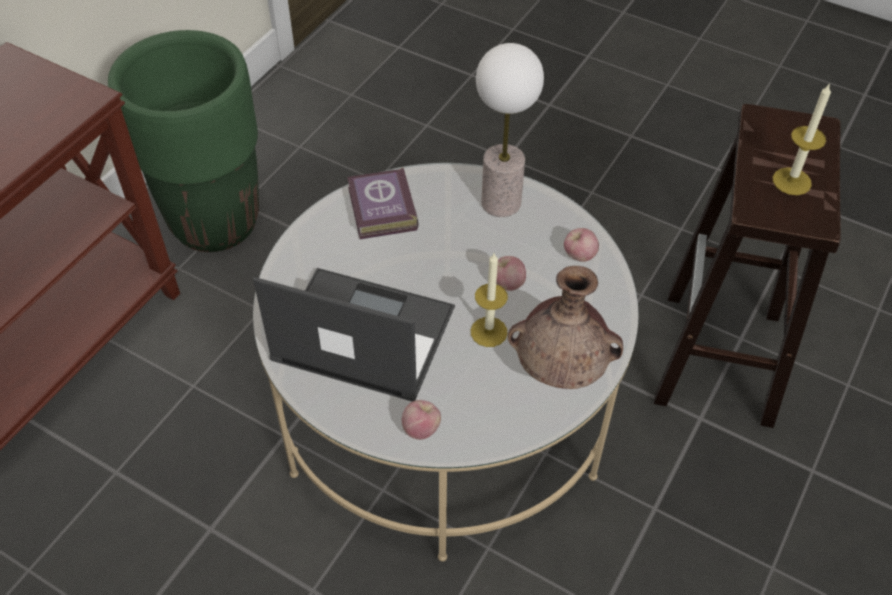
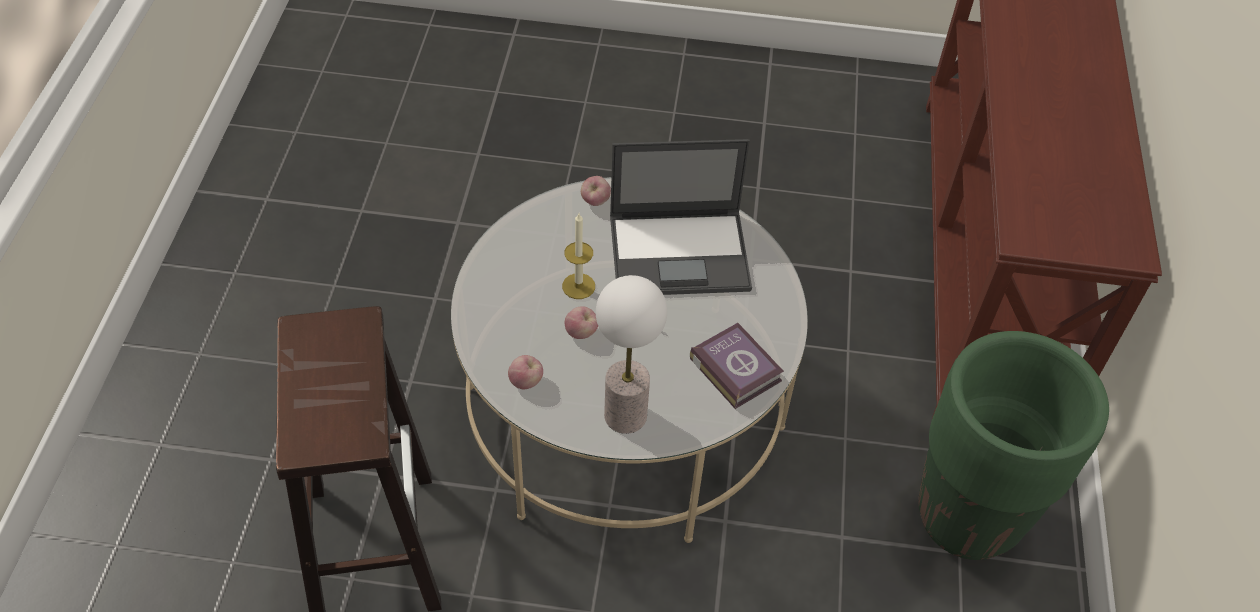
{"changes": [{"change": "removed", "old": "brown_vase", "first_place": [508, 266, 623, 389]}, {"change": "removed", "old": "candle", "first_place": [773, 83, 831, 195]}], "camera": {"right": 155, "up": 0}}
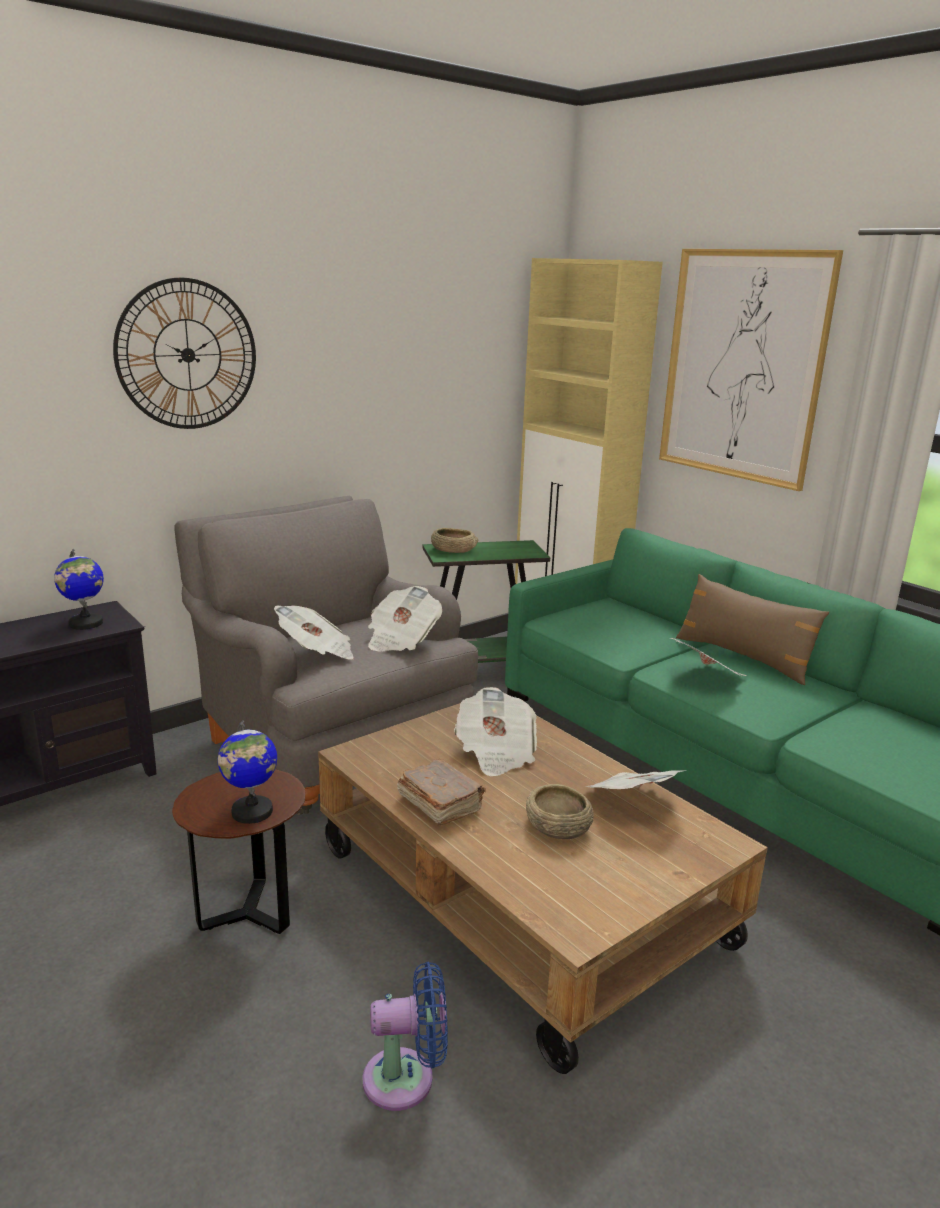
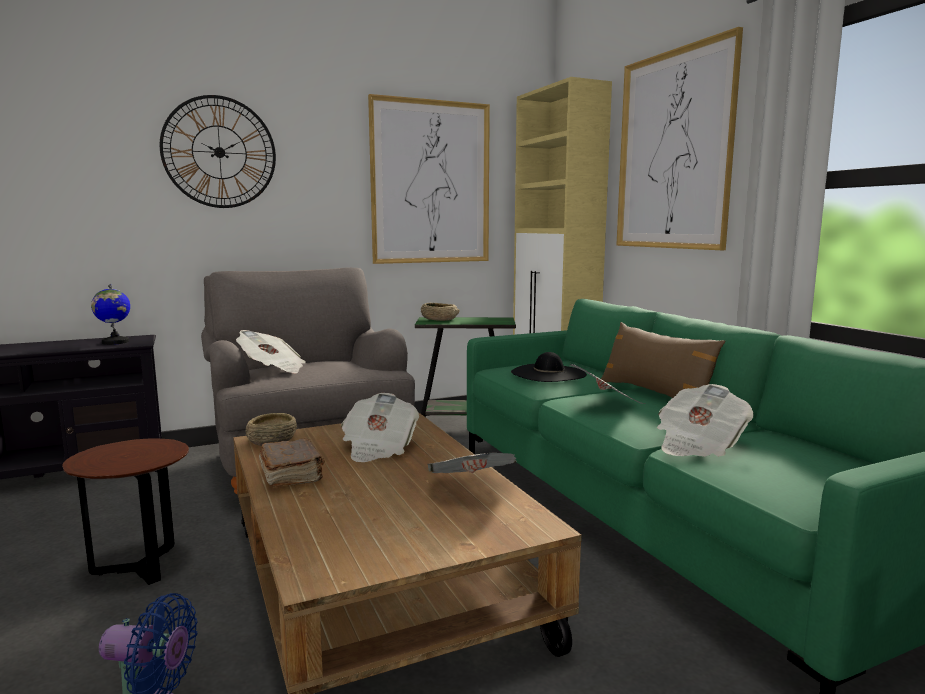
{"changes": [{"change": "moved", "old": "beige_bowl", "first_place": [526, 784, 594, 839], "second_place": [245, 413, 297, 446]}, {"change": "added", "new": "picture", "second_place": [368, 94, 490, 264]}, {"change": "added", "new": "black_hat", "second_place": [511, 352, 587, 382]}, {"change": "moved", "old": "newspaper", "first_place": [368, 586, 442, 651], "second_place": [657, 384, 754, 457]}, {"change": "removed", "old": "globe", "first_place": [218, 720, 277, 824]}], "camera": {"right": 15, "up": -10}}
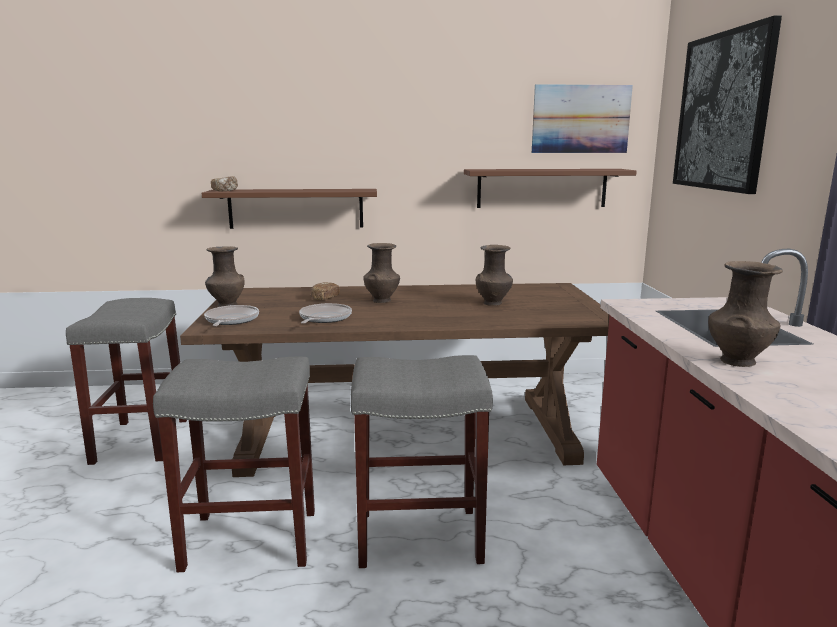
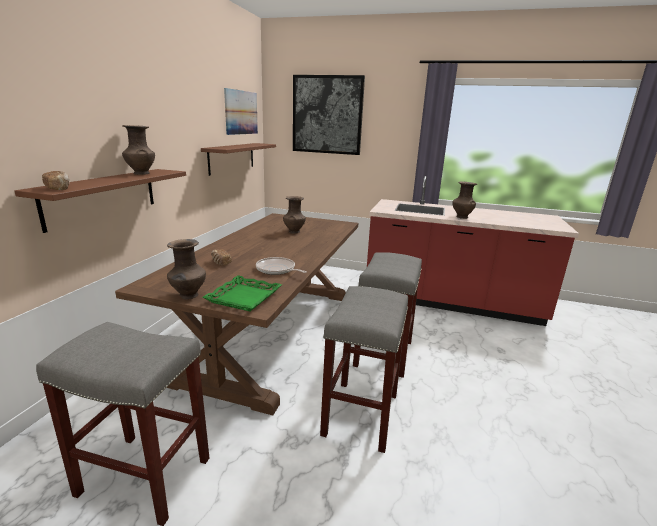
{"changes": [{"change": "moved", "old": "brown_vase", "first_place": [364, 243, 400, 303], "second_place": [122, 125, 155, 175]}, {"change": "replaced", "old": "frying_pan", "new": "green_tray", "first_place": [204, 305, 259, 326], "second_place": [202, 275, 282, 311]}], "camera": {"right": -70, "up": 5}}
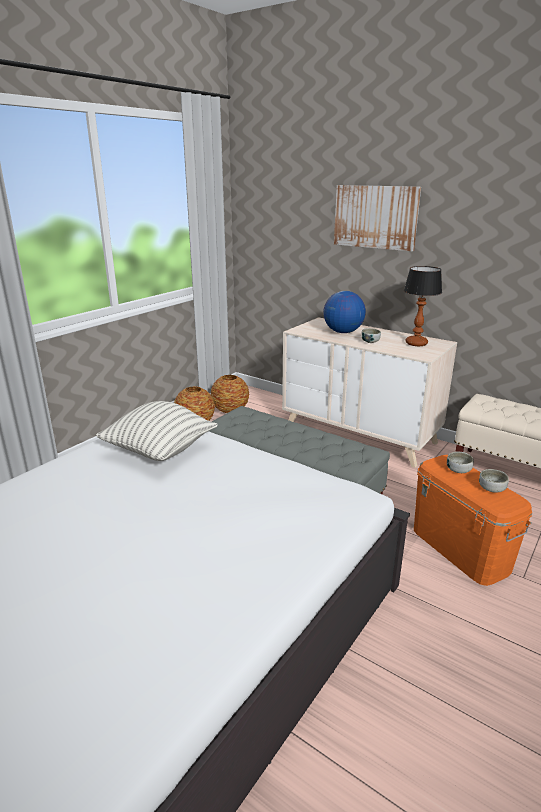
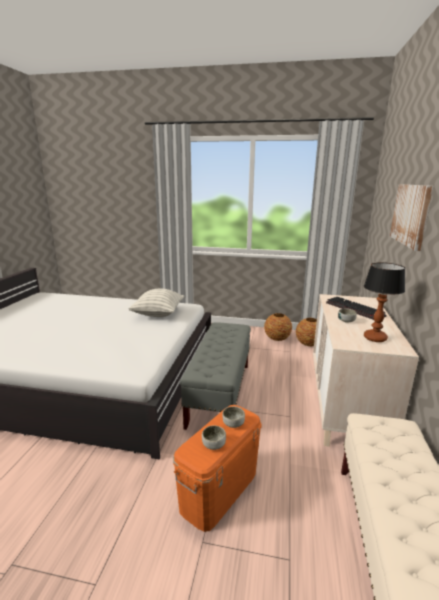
{"changes": [{"change": "replaced", "old": "globe", "new": "keyboard", "first_place": [323, 291, 366, 333], "second_place": [326, 297, 386, 320]}], "camera": {"right": 65, "up": -5}}
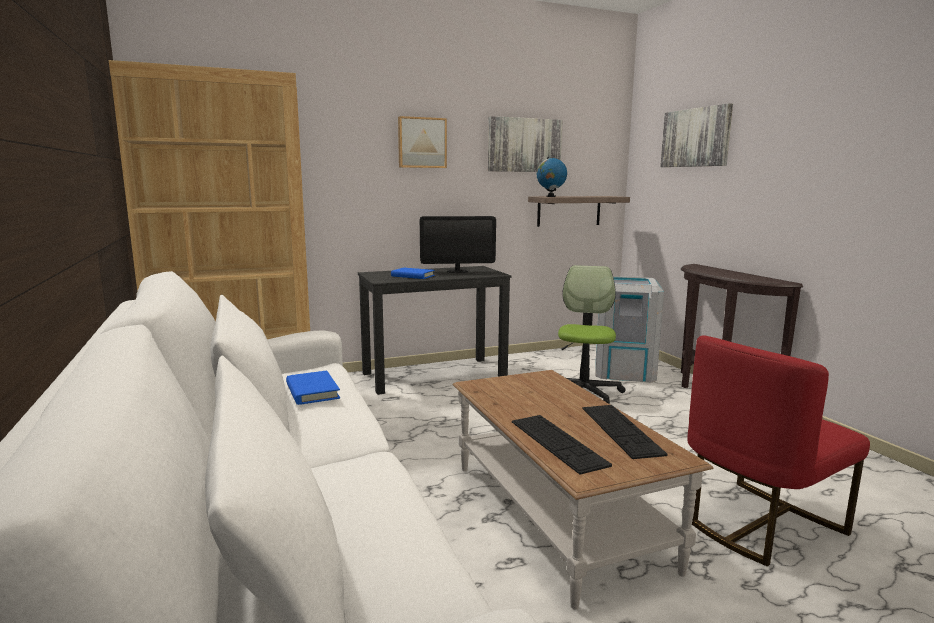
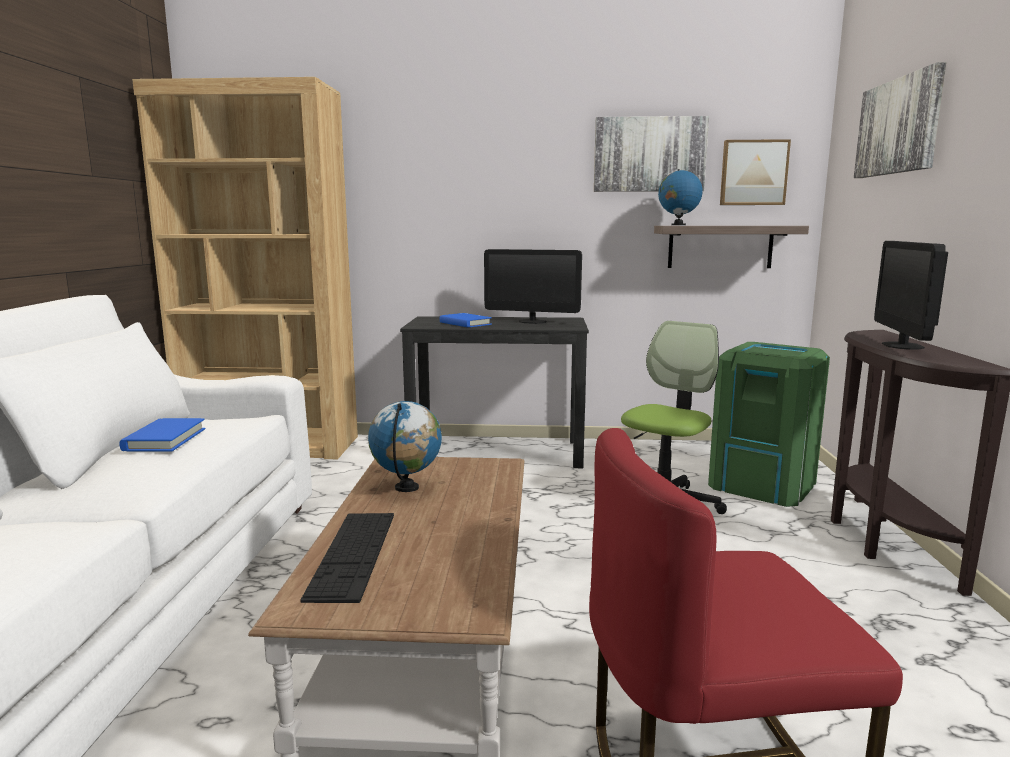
{"changes": [{"change": "added", "new": "globe", "second_place": [368, 401, 442, 492]}, {"change": "recoloured", "old": "grey_trash_can", "new": "green_trash_can", "first_place": [595, 276, 664, 382], "second_place": [708, 342, 830, 507]}, {"change": "moved", "old": "picture", "first_place": [398, 116, 447, 168], "second_place": [720, 139, 791, 205]}, {"change": "added", "new": "monitor", "second_place": [874, 241, 948, 350]}, {"change": "removed", "old": "keyboard", "first_place": [583, 405, 667, 459]}], "camera": {"right": 25, "up": 0}}
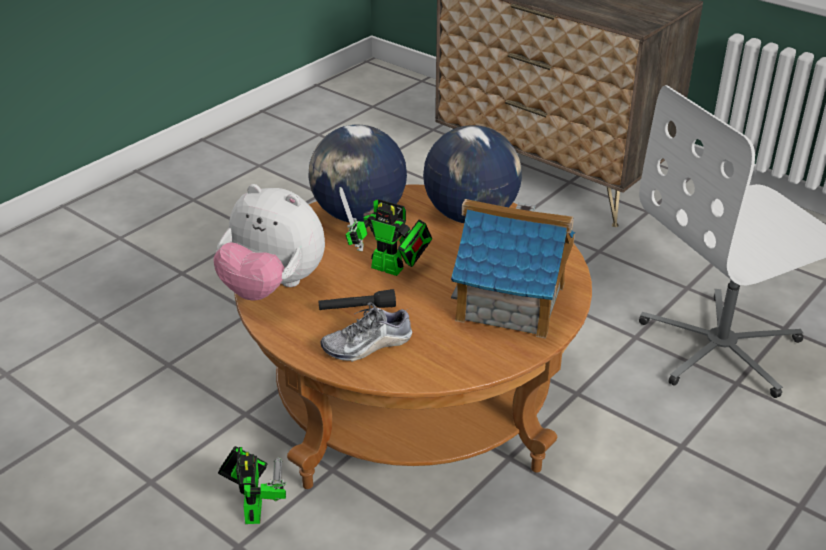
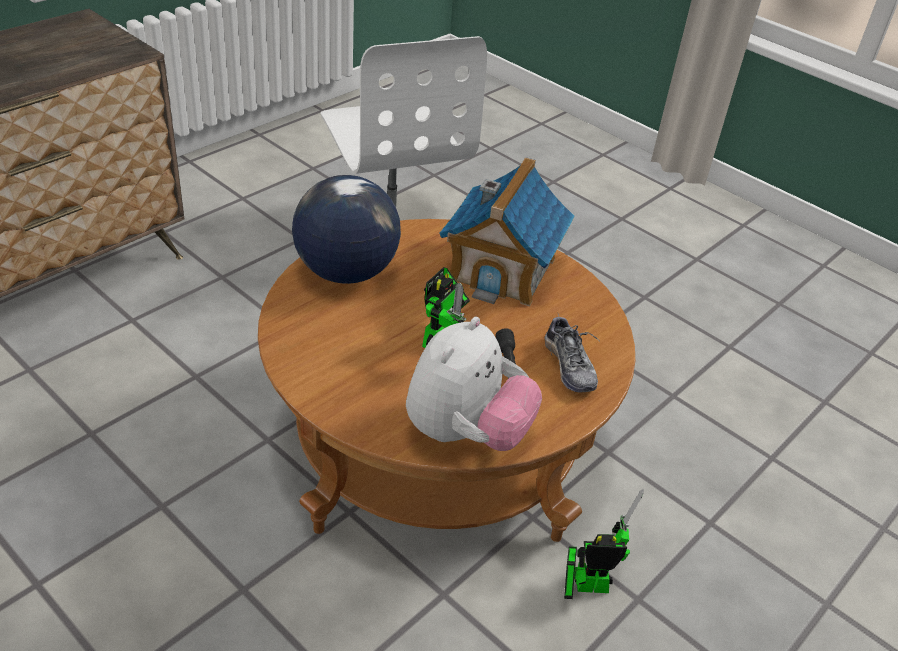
{"changes": [{"change": "removed", "old": "globe", "first_place": [308, 125, 407, 223]}], "camera": {"right": -90, "up": 5}}
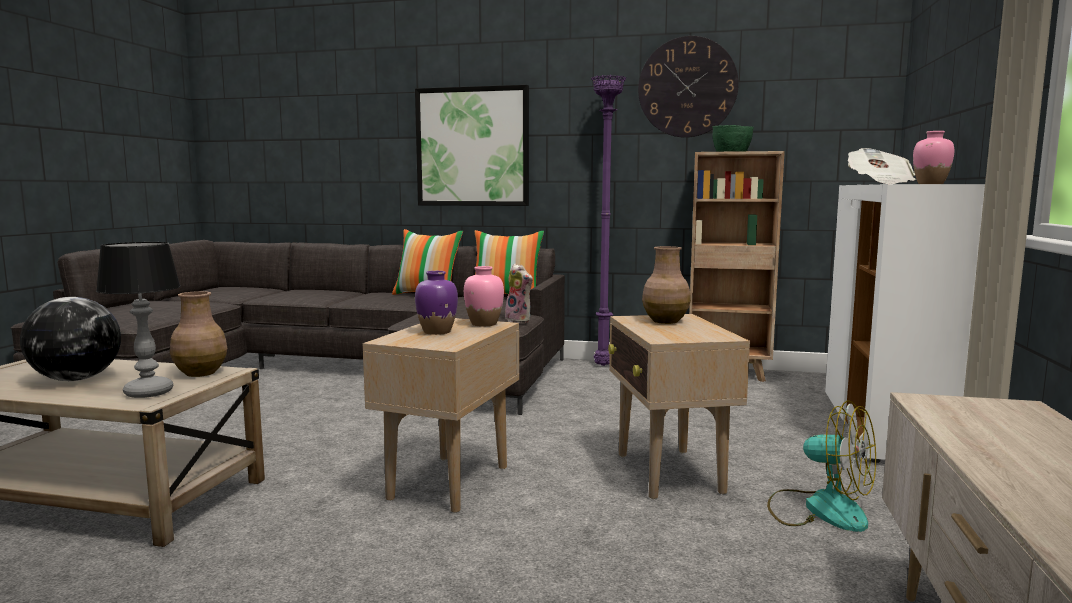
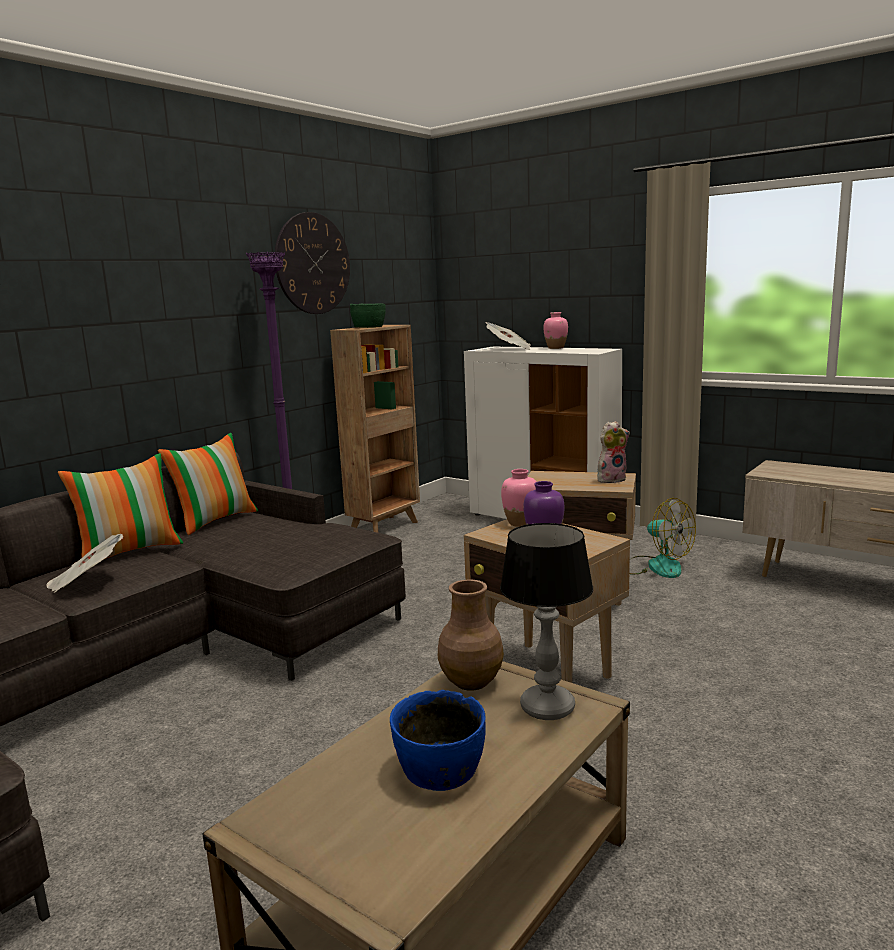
{"changes": [{"change": "added", "new": "newspaper", "second_place": [46, 534, 123, 593]}, {"change": "replaced", "old": "globe", "new": "blue_bowl", "first_place": [20, 297, 121, 381], "second_place": [390, 690, 486, 791]}, {"change": "moved", "old": "plush_toy", "first_place": [505, 264, 533, 323], "second_place": [598, 421, 630, 483]}, {"change": "turned", "old": "fan", "first_place": [767, 400, 876, 532], "second_place": [629, 498, 696, 578], "degrees": 75}, {"change": "removed", "old": "picture", "first_place": [415, 85, 529, 206]}, {"change": "removed", "old": "brown_vase", "first_place": [642, 246, 691, 324]}], "camera": {"right": -65, "up": 5}}
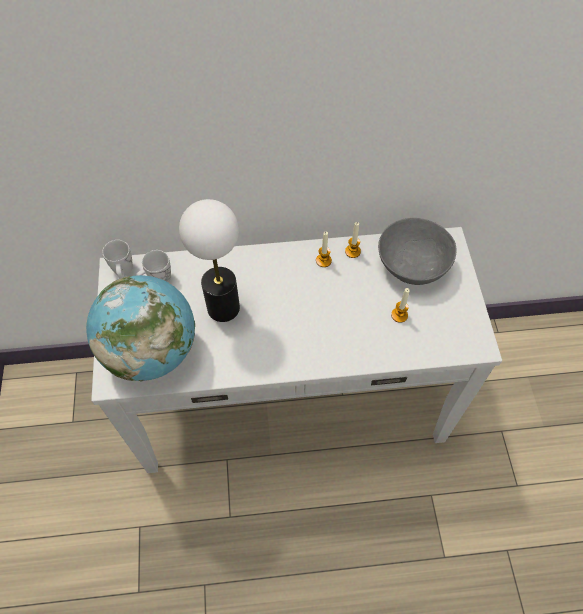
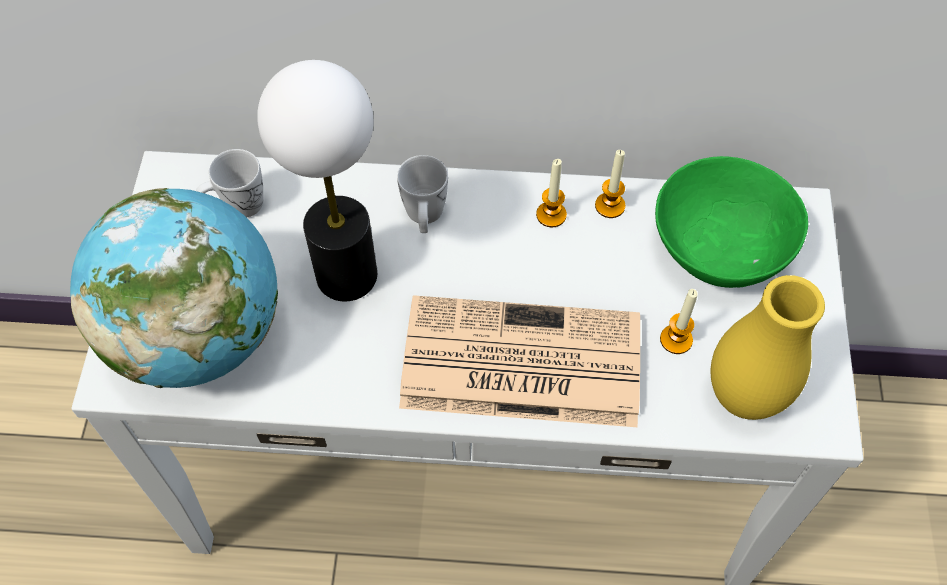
{"changes": [{"change": "moved", "old": "white_mug", "first_place": [102, 240, 133, 279], "second_place": [397, 155, 448, 233]}, {"change": "added", "new": "newspaper", "second_place": [399, 295, 640, 427]}, {"change": "recoloured", "old": "grey_bowl", "new": "green_bowl", "first_place": [378, 218, 457, 285], "second_place": [655, 156, 808, 288]}, {"change": "added", "new": "yellow_vase", "second_place": [711, 275, 825, 420]}], "camera": {"right": 10, "up": 0}}
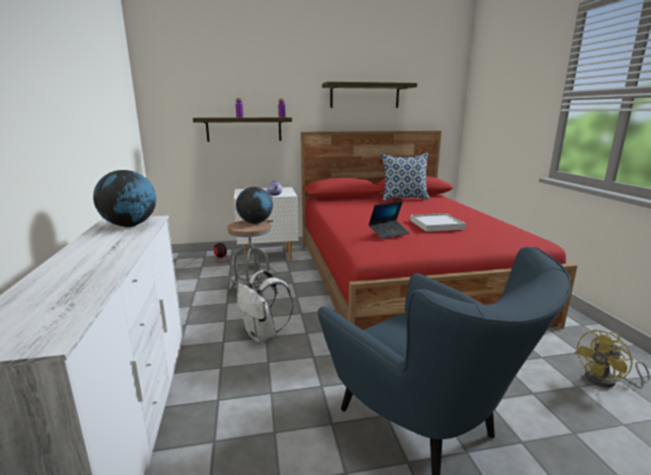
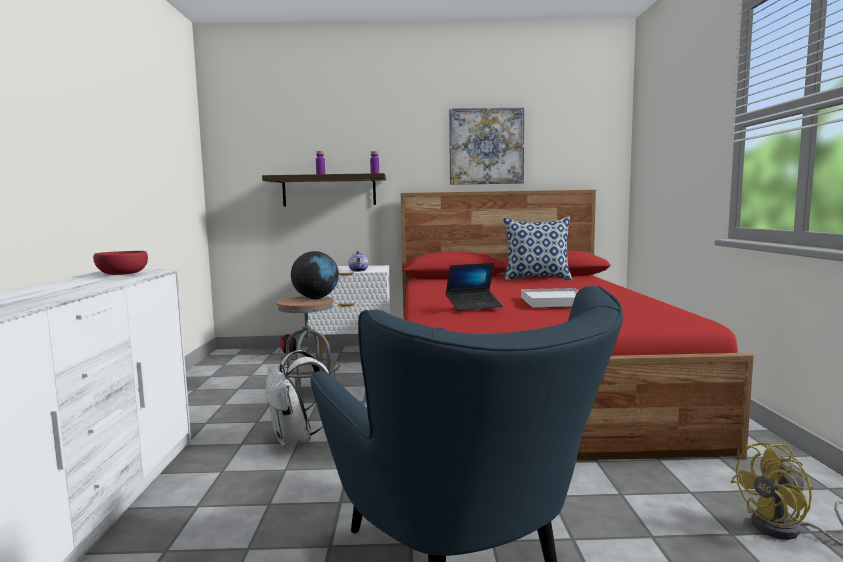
{"changes": [{"change": "replaced", "old": "globe", "new": "red_bowl", "first_place": [93, 170, 156, 227], "second_place": [93, 251, 148, 275]}, {"change": "replaced", "old": "shelf", "new": "picture", "first_place": [322, 82, 417, 108], "second_place": [449, 107, 524, 185]}], "camera": {"right": 10, "up": -10}}
